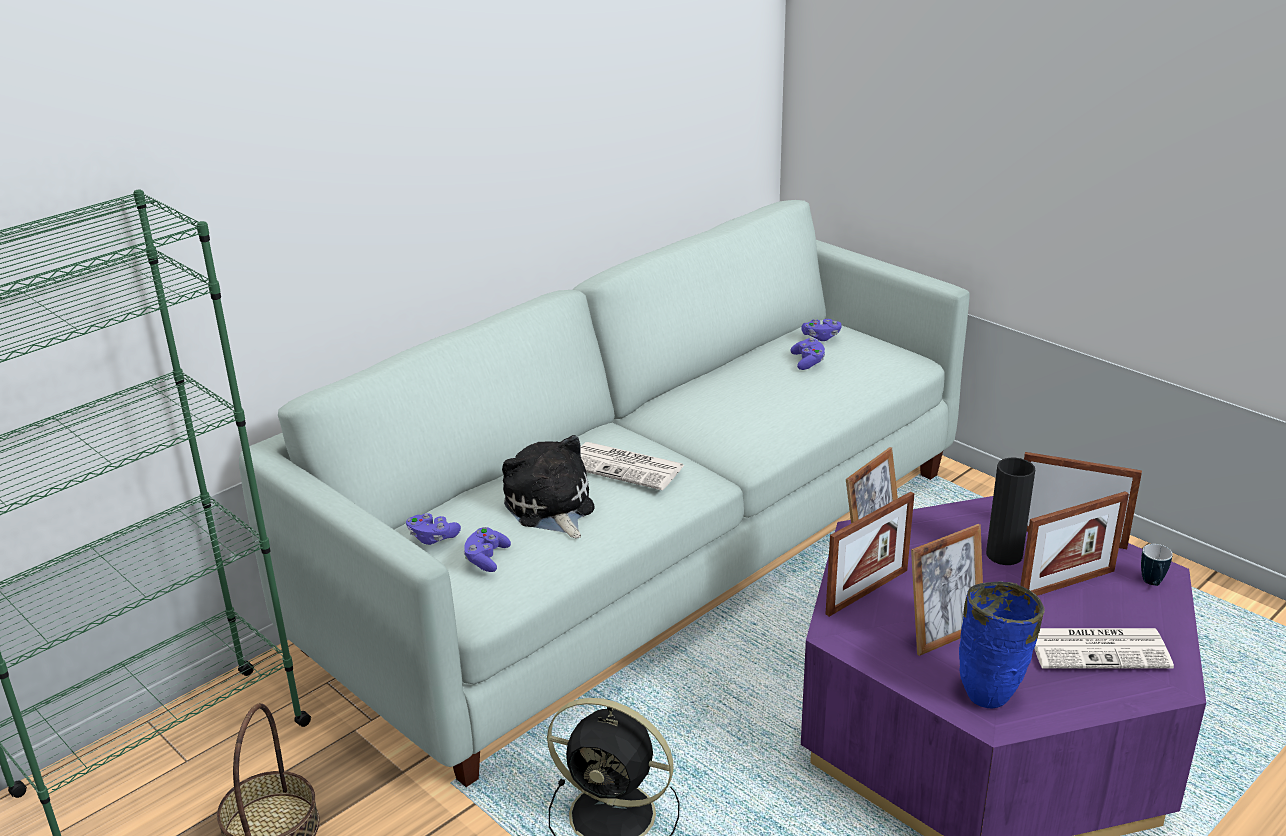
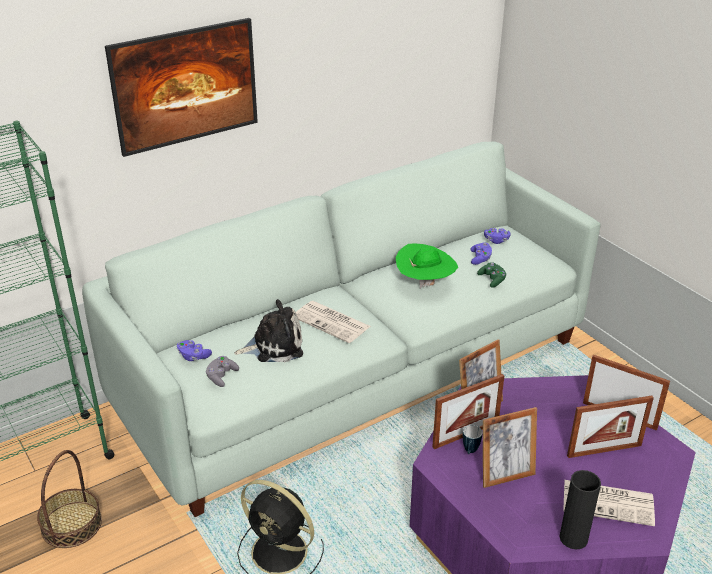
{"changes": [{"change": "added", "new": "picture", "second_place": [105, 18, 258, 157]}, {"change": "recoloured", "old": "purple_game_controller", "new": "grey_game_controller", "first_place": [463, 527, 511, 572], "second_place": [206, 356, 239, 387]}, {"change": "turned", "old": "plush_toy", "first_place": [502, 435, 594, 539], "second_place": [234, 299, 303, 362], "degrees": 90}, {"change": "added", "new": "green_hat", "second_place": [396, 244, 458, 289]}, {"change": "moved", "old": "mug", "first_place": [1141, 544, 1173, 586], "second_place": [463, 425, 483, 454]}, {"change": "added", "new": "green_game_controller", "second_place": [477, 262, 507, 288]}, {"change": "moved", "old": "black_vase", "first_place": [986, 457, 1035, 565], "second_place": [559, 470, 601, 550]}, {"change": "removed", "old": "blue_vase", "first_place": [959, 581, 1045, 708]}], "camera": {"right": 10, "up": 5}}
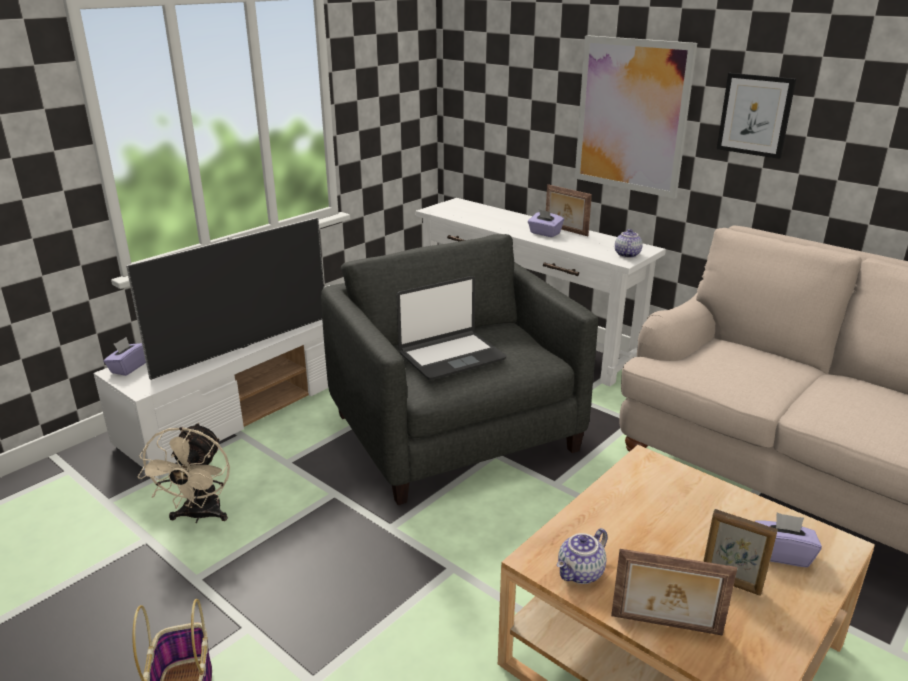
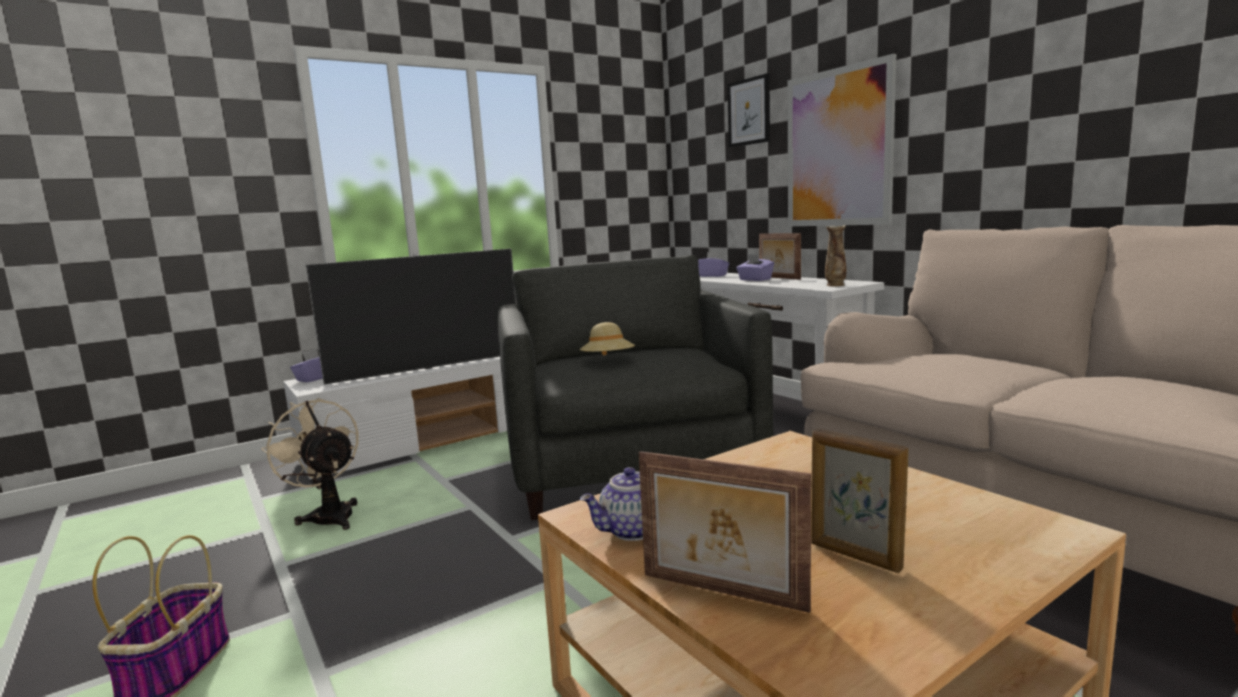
{"changes": [{"change": "turned", "old": "beige_fan", "first_place": [138, 423, 230, 523], "second_place": [261, 398, 359, 530], "degrees": 120}, {"change": "replaced", "old": "laptop", "new": "beige_hat", "first_place": [397, 276, 506, 380], "second_place": [580, 322, 635, 356]}, {"change": "moved", "old": "purple_tissue_box", "first_place": [755, 513, 822, 567], "second_place": [698, 252, 729, 277]}, {"change": "moved", "old": "picture", "first_place": [717, 73, 796, 159], "second_place": [728, 73, 770, 148]}, {"change": "replaced", "old": "teapot", "new": "vase", "first_place": [615, 229, 643, 258], "second_place": [825, 225, 846, 286]}], "camera": {"right": 15, "up": -15}}
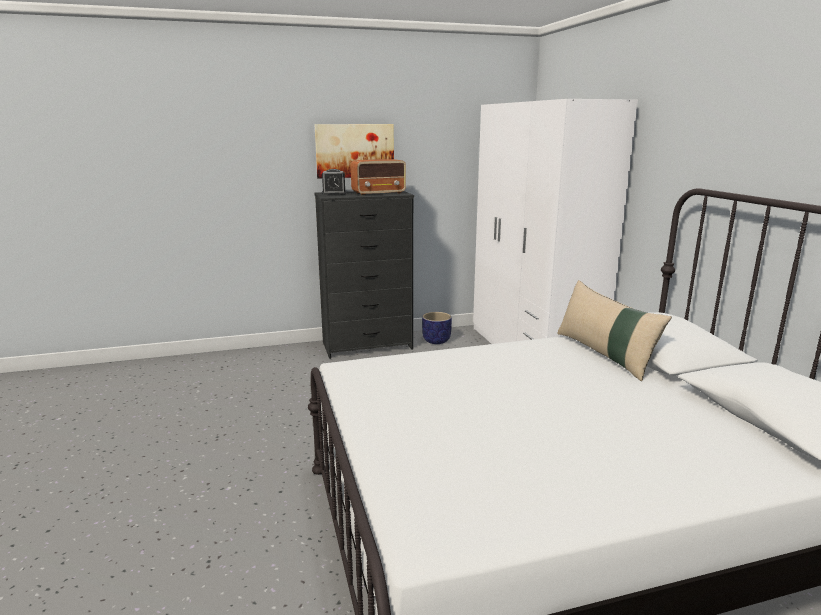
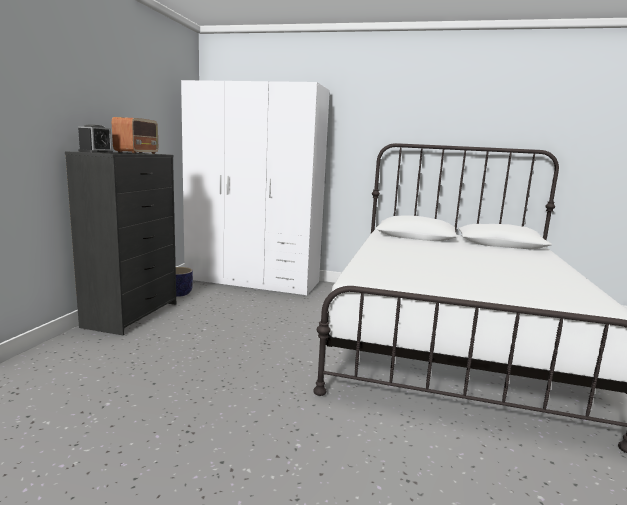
{"changes": [{"change": "removed", "old": "picture", "first_place": [314, 124, 394, 179]}, {"change": "removed", "old": "beige_pillow", "first_place": [557, 280, 672, 381]}], "camera": {"right": -60, "up": -5}}
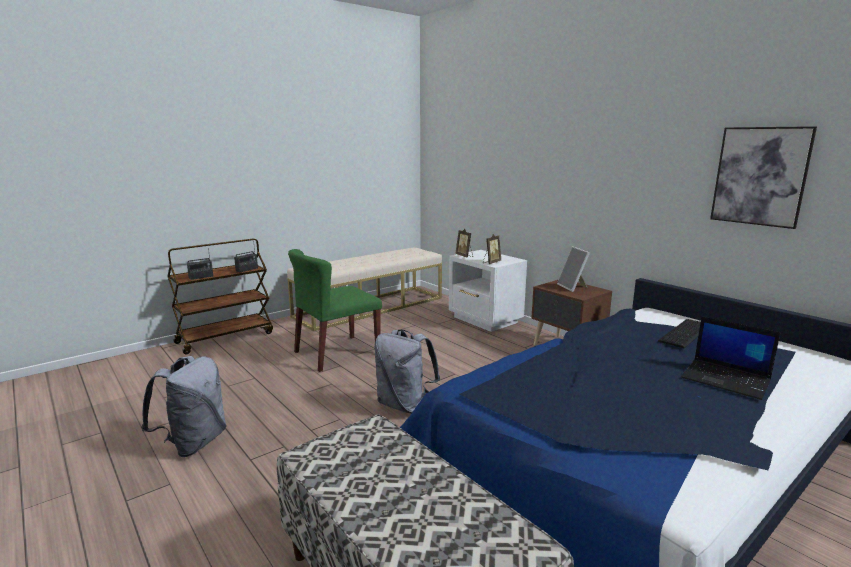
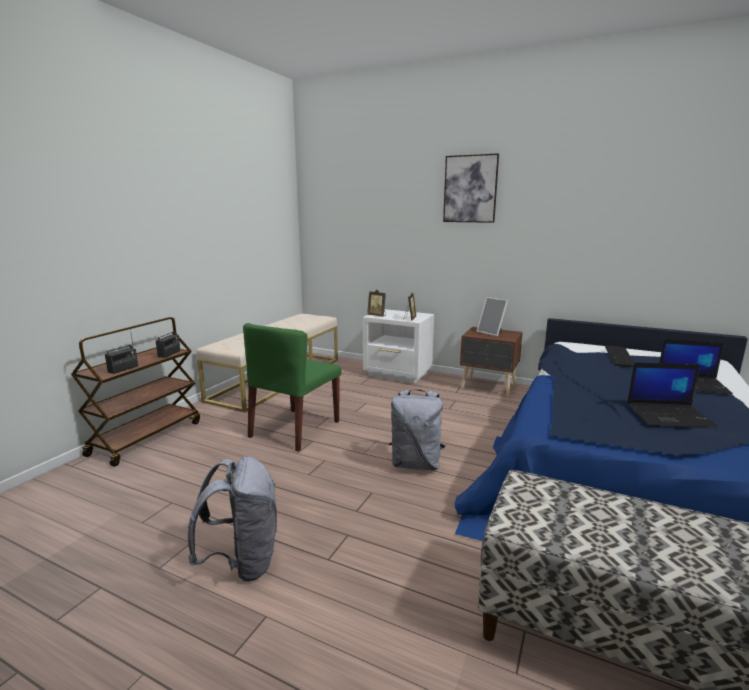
{"changes": [{"change": "moved", "old": "picture", "first_place": [710, 126, 817, 229], "second_place": [443, 153, 499, 223]}, {"change": "added", "new": "laptop", "second_place": [627, 363, 718, 427]}], "camera": {"right": -25, "up": 0}}
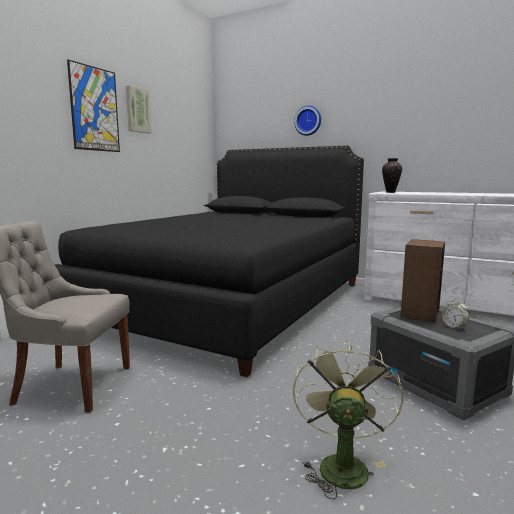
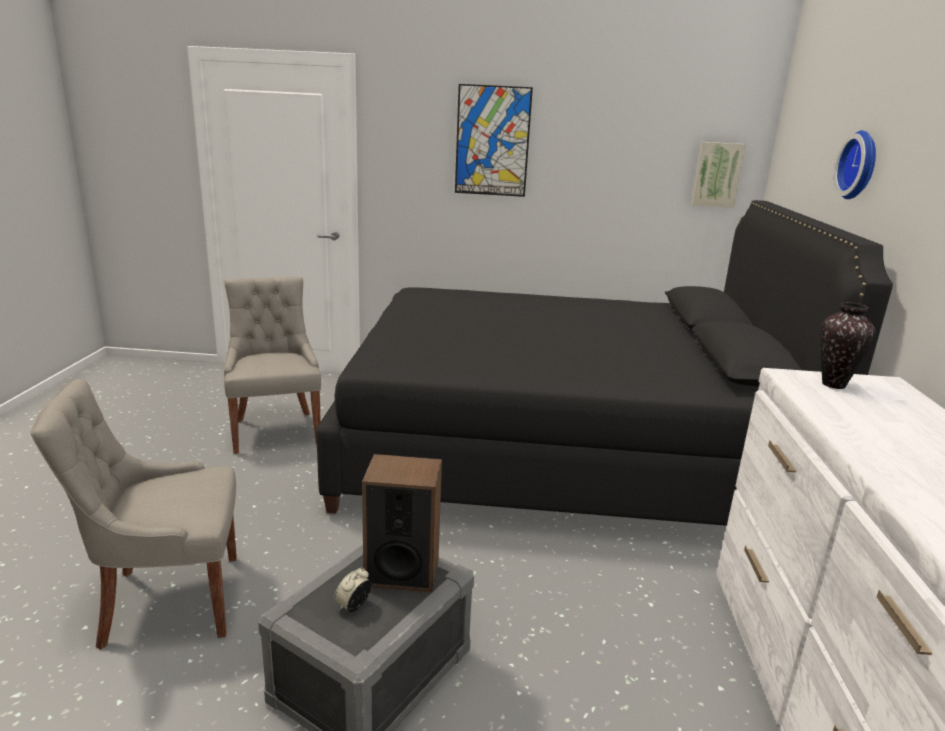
{"changes": [{"change": "replaced", "old": "green_fan", "new": "grey_chair", "first_place": [293, 340, 403, 500], "second_place": [31, 379, 237, 650]}, {"change": "moved", "old": "picture", "first_place": [126, 85, 152, 134], "second_place": [691, 142, 746, 208]}], "camera": {"right": 65, "up": 10}}
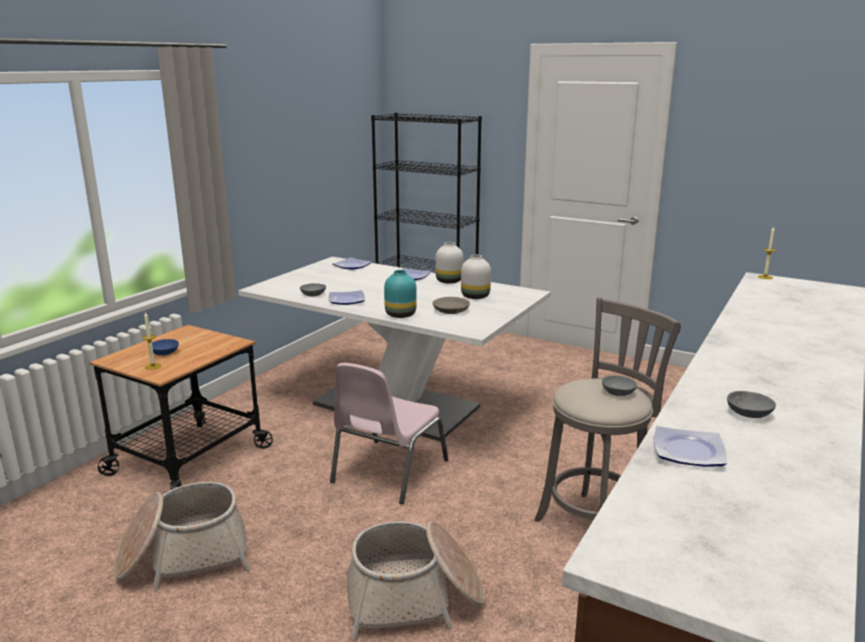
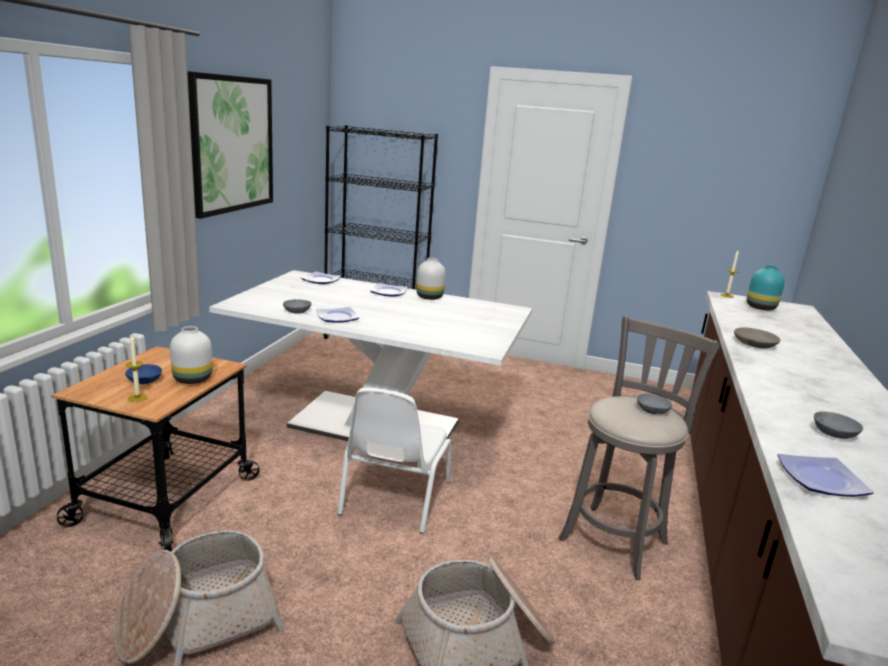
{"changes": [{"change": "moved", "old": "white_vase", "first_place": [461, 255, 491, 299], "second_place": [170, 326, 213, 384]}, {"change": "added", "new": "picture", "second_place": [187, 71, 273, 219]}, {"change": "recoloured", "old": "pink_chair", "new": "white_chair", "first_place": [330, 363, 449, 504], "second_place": [337, 387, 451, 534]}, {"change": "moved", "old": "grey_bowl", "first_place": [433, 297, 470, 314], "second_place": [734, 327, 780, 348]}, {"change": "moved", "old": "turquoise_vase", "first_place": [384, 270, 417, 318], "second_place": [747, 265, 785, 310]}], "camera": {"right": -15, "up": 0}}
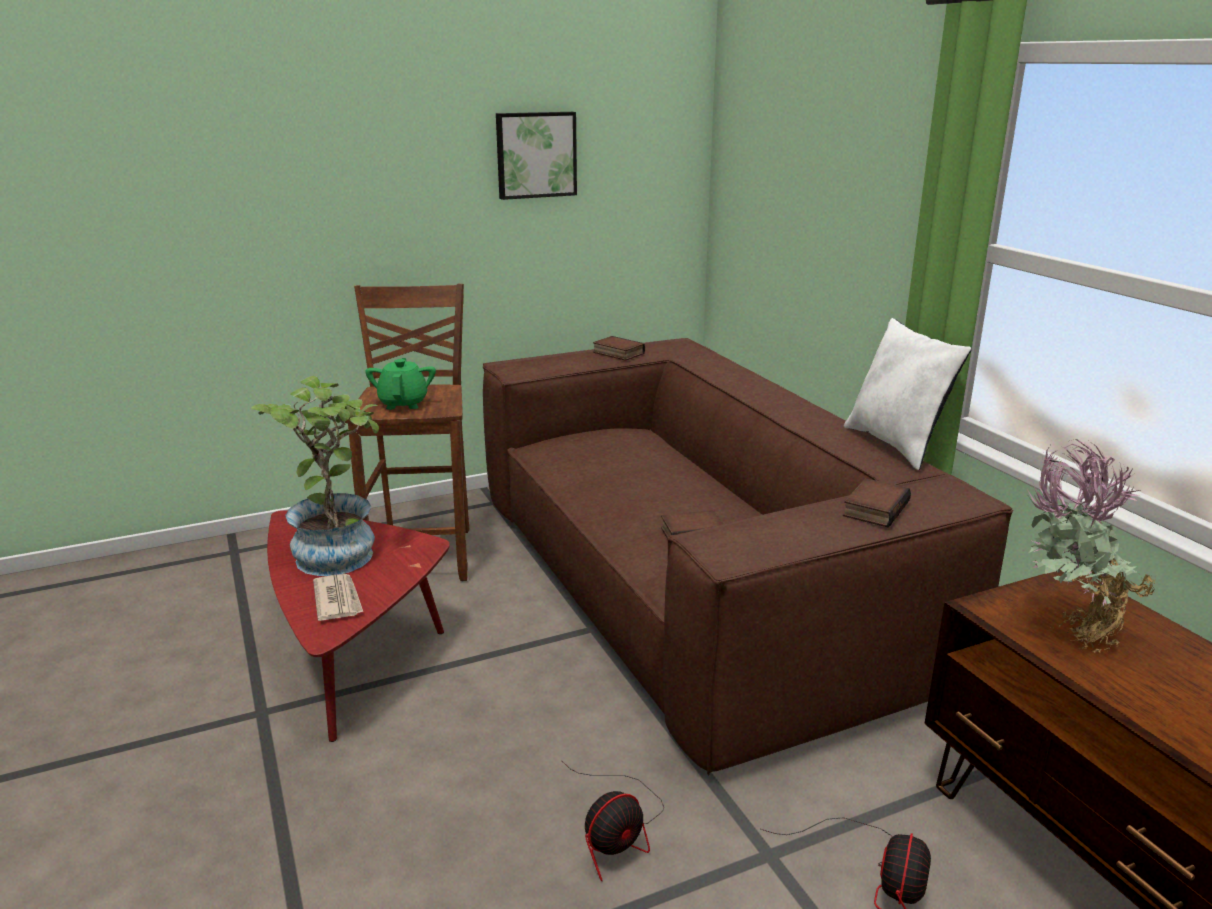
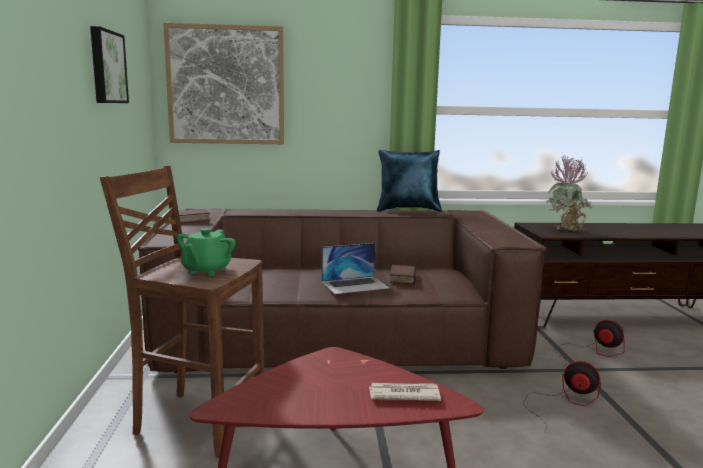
{"changes": [{"change": "added", "new": "picture", "second_place": [163, 23, 284, 144]}, {"change": "turned", "old": "green_teapot", "first_place": [365, 358, 436, 410], "second_place": [177, 228, 236, 276], "degrees": -90}, {"change": "added", "new": "laptop", "second_place": [322, 243, 390, 294]}, {"change": "recoloured", "old": "white_pillow", "new": "blue_pillow", "first_place": [844, 318, 972, 470], "second_place": [377, 150, 442, 212]}, {"change": "turned", "old": "fan", "first_place": [561, 760, 664, 881], "second_place": [523, 361, 601, 433], "degrees": -45}, {"change": "removed", "old": "potted_plant", "first_place": [251, 376, 380, 576]}, {"change": "removed", "old": "book", "first_place": [843, 478, 911, 528]}], "camera": {"right": -70, "up": -10}}
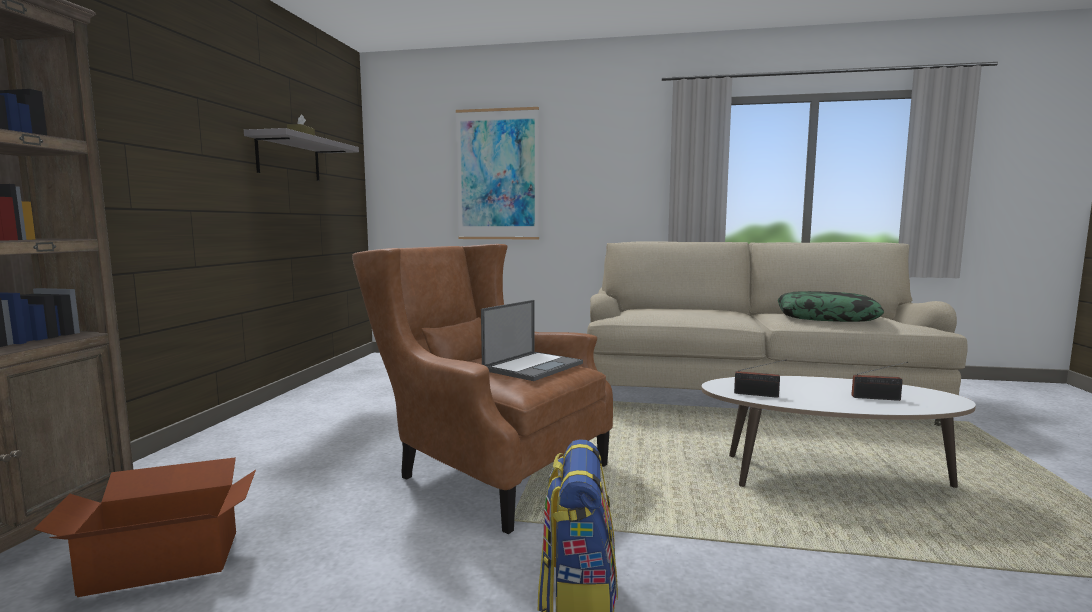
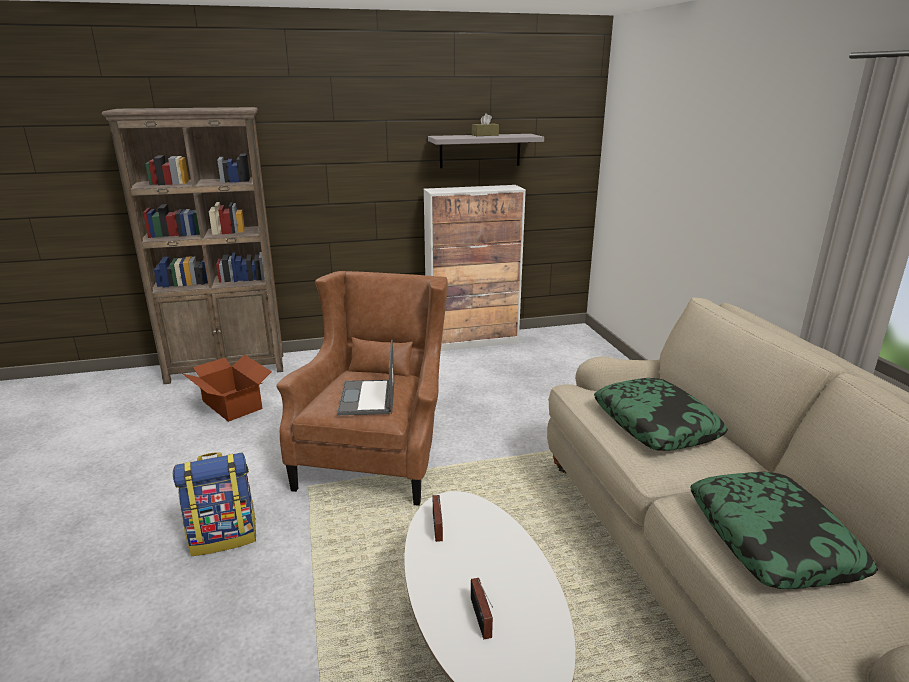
{"changes": [{"change": "turned", "old": "laptop", "first_place": [481, 300, 583, 381], "second_place": [337, 340, 394, 415], "degrees": 75}, {"change": "added", "new": "cabinet", "second_place": [424, 185, 526, 351]}, {"change": "added", "new": "pillow", "second_place": [594, 378, 728, 451]}, {"change": "removed", "old": "picture", "first_place": [456, 107, 539, 240]}], "camera": {"right": 65, "up": 15}}
